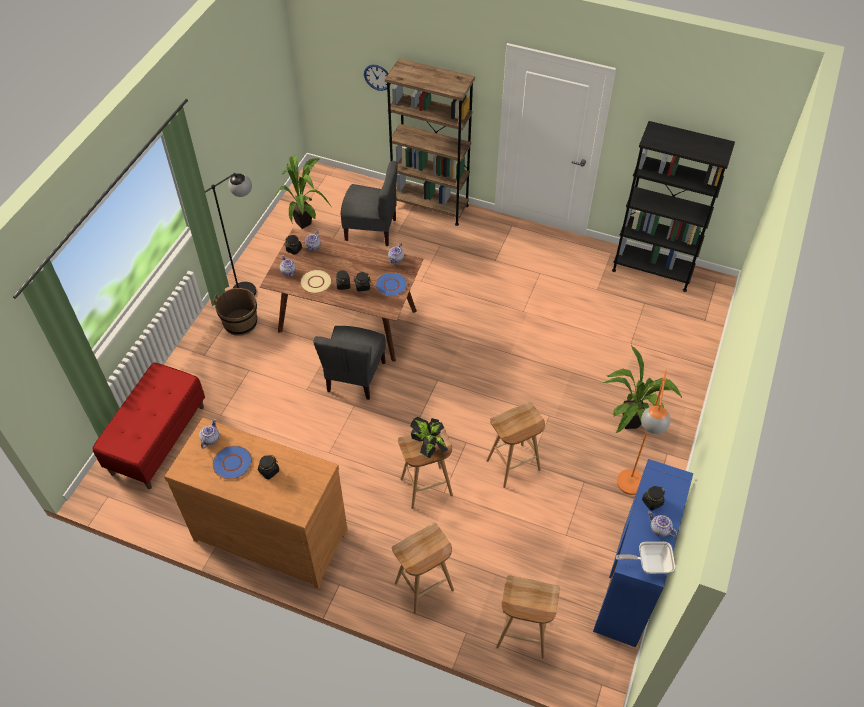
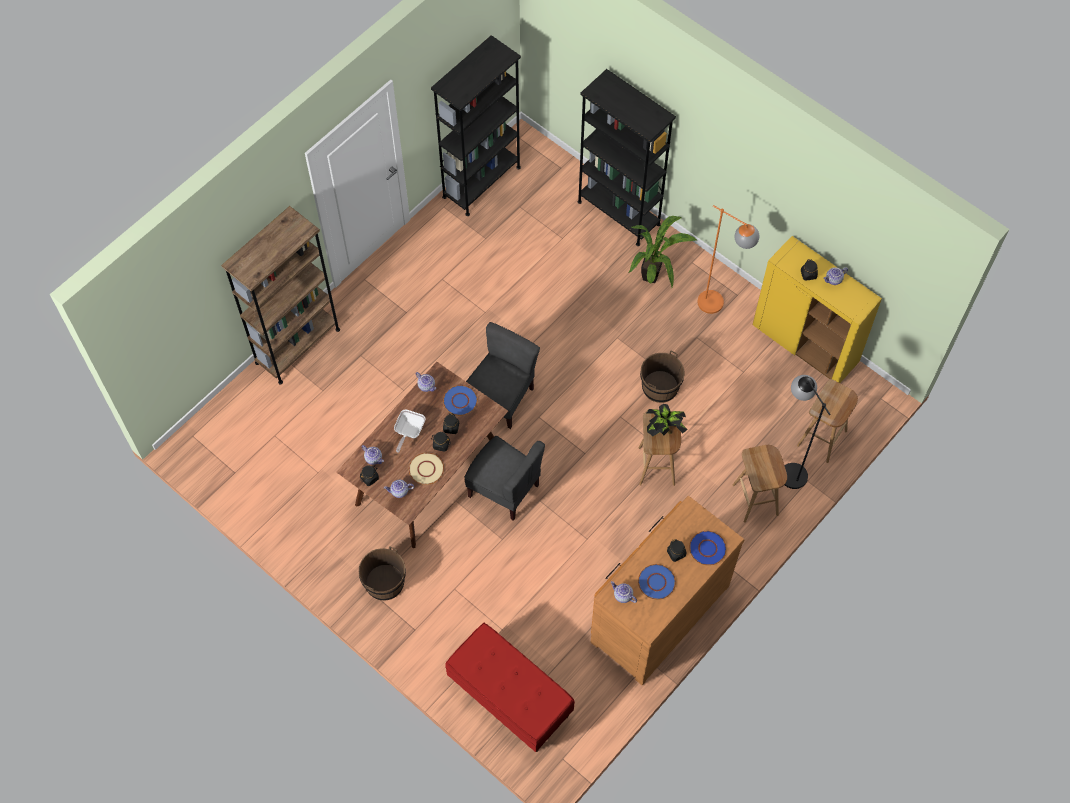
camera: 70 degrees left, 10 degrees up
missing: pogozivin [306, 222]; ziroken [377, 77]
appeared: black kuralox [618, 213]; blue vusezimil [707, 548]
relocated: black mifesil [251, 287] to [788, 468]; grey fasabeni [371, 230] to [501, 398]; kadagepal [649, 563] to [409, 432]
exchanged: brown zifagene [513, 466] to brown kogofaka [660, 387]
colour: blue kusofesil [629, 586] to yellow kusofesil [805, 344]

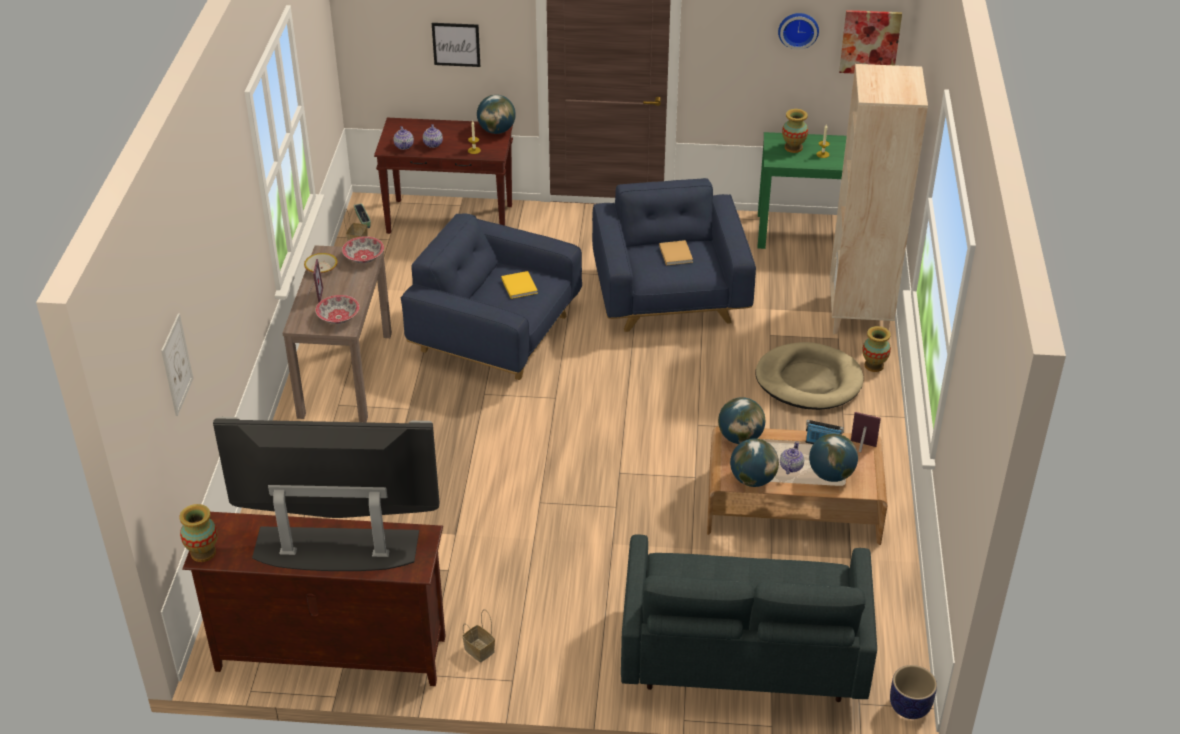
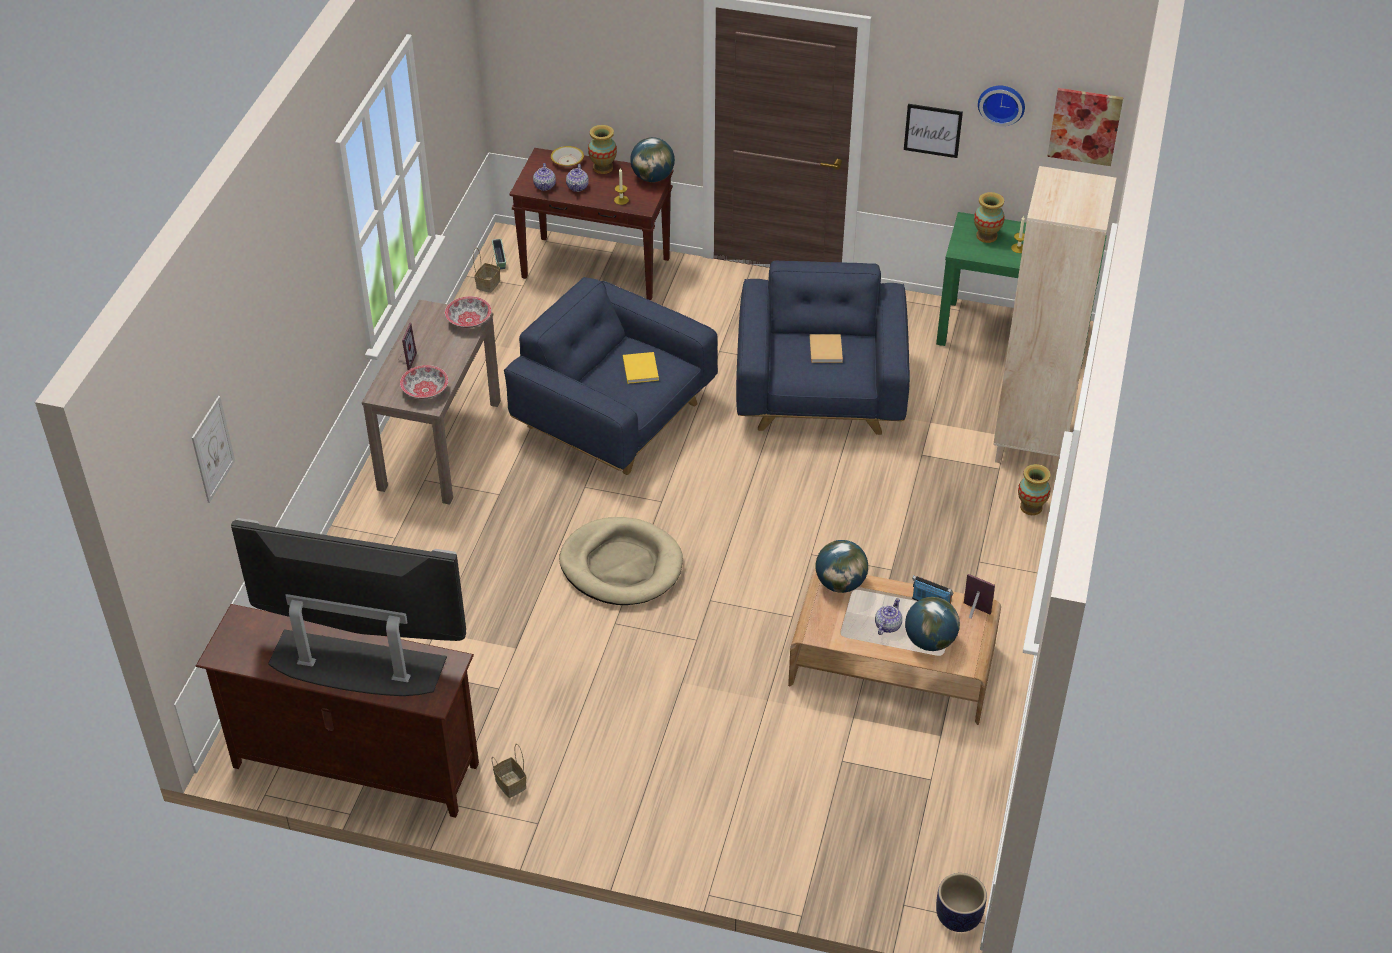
camera: 10 degrees right, 5 degrees up
missing: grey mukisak [742, 655]; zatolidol [752, 480]
relocated: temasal [203, 553] to [603, 168]; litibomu [321, 268] to [567, 161]; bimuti [456, 44] to [933, 130]; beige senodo [808, 380] to [621, 565]

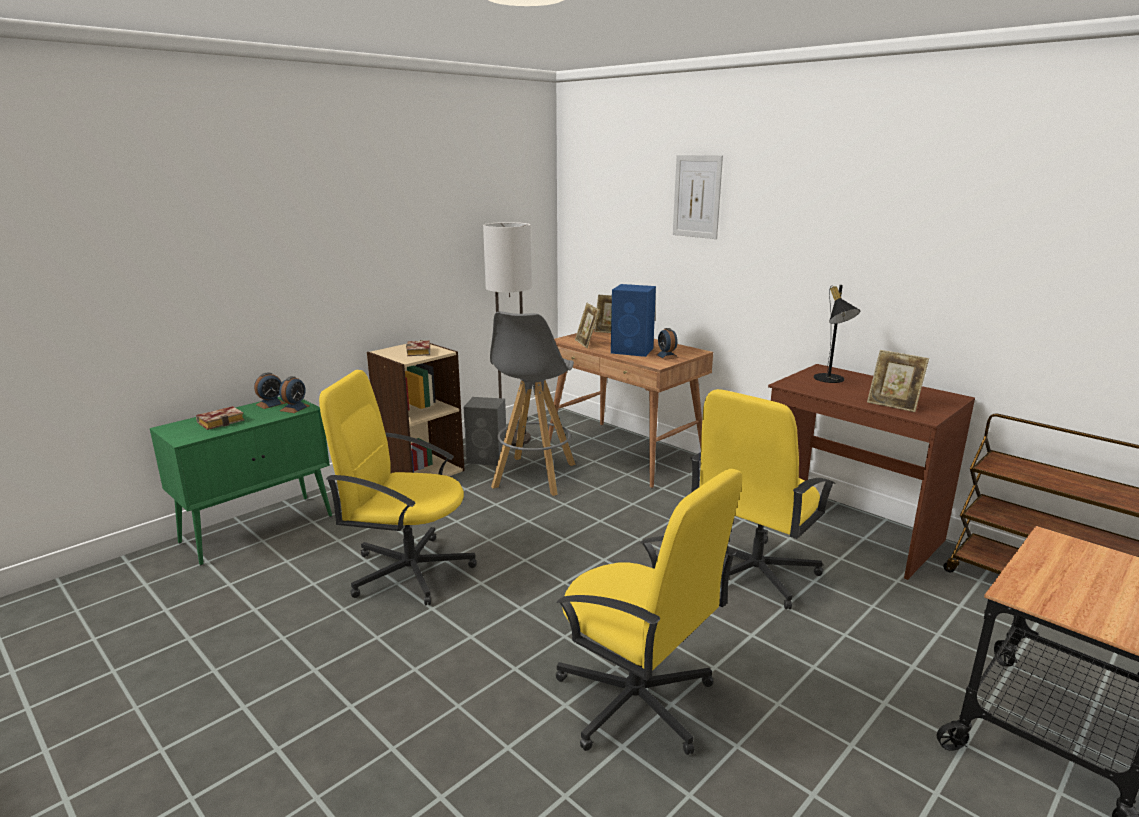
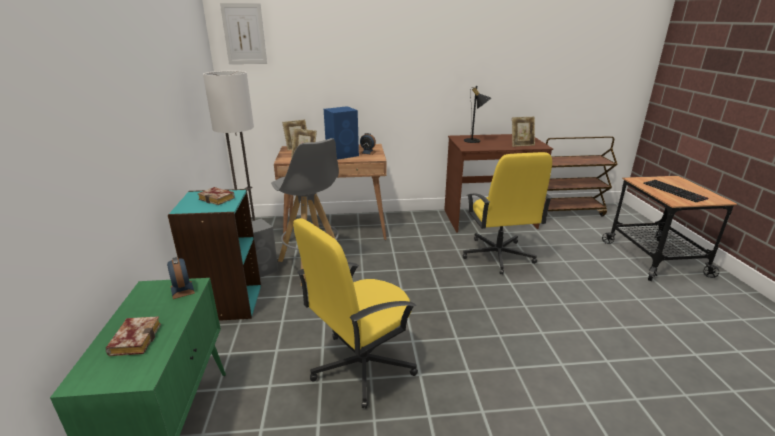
camera: 50 degrees left, 5 degrees up
missing: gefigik [270, 404]; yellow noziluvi [636, 702]
appeared: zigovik [675, 191]
relocated: bimuti [697, 196] to [244, 34]
colour: beige kuralox [421, 470] to turquoise kuralox [228, 302]

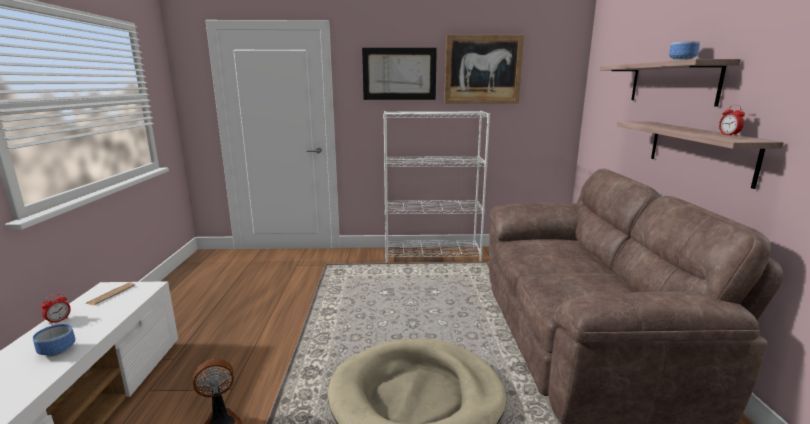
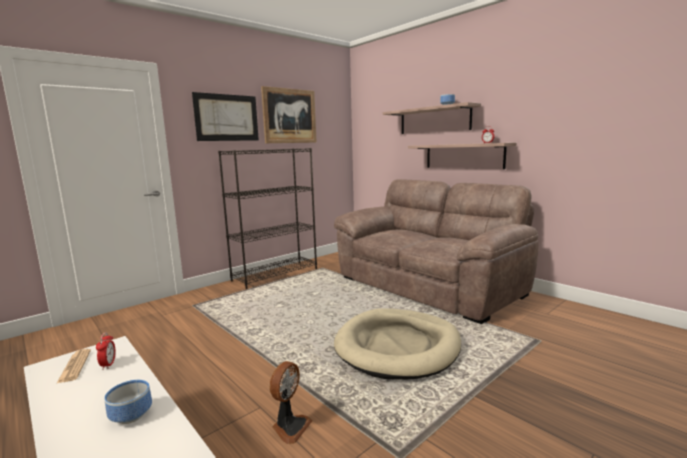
camera: 40 degrees left, 5 degrees down
relocated: gefigik [59, 320] to [108, 364]
colour: white kuralox [432, 254] to black kuralox [275, 274]

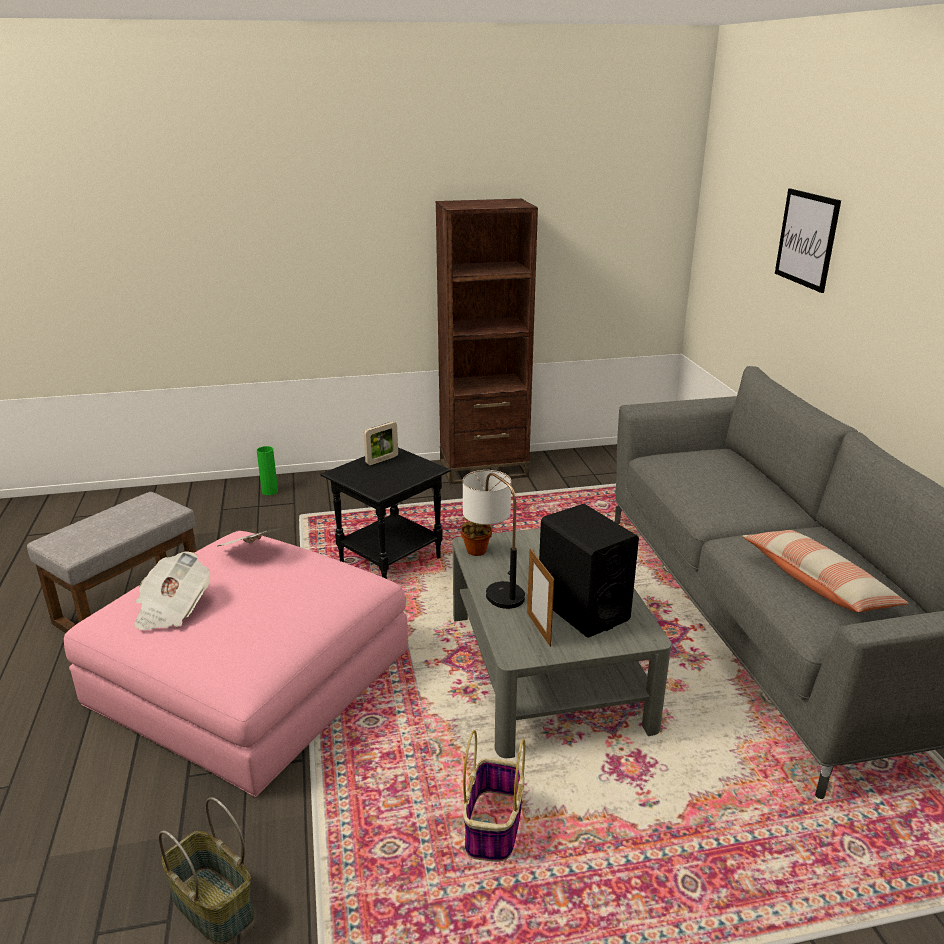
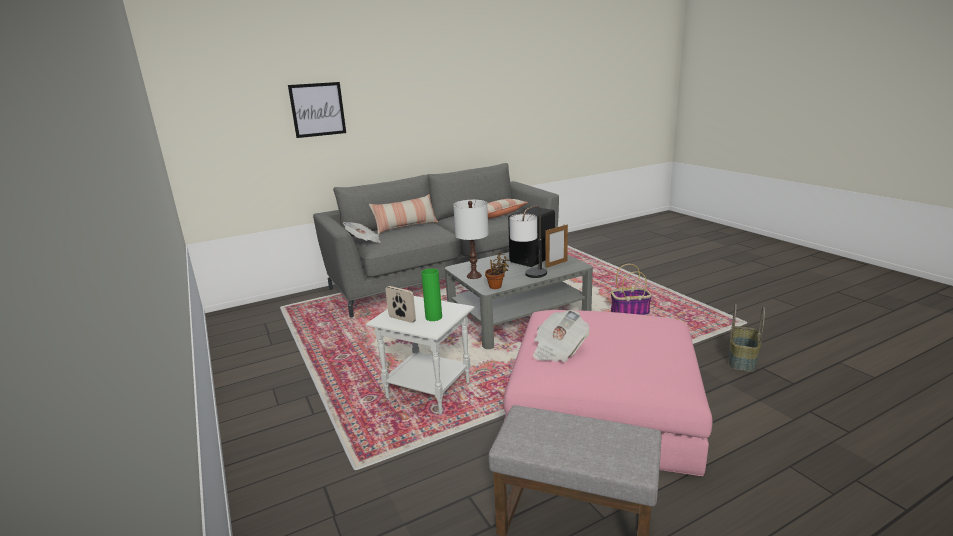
camera: 105 degrees left, 5 degrees down
missing: brown kuralox [483, 469]
appeared: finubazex [406, 226]; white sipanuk [474, 276]
relocated: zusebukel [172, 609] to [364, 241]; green temasal [269, 491] to [433, 317]
colour: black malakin [391, 560] to white malakin [427, 390]

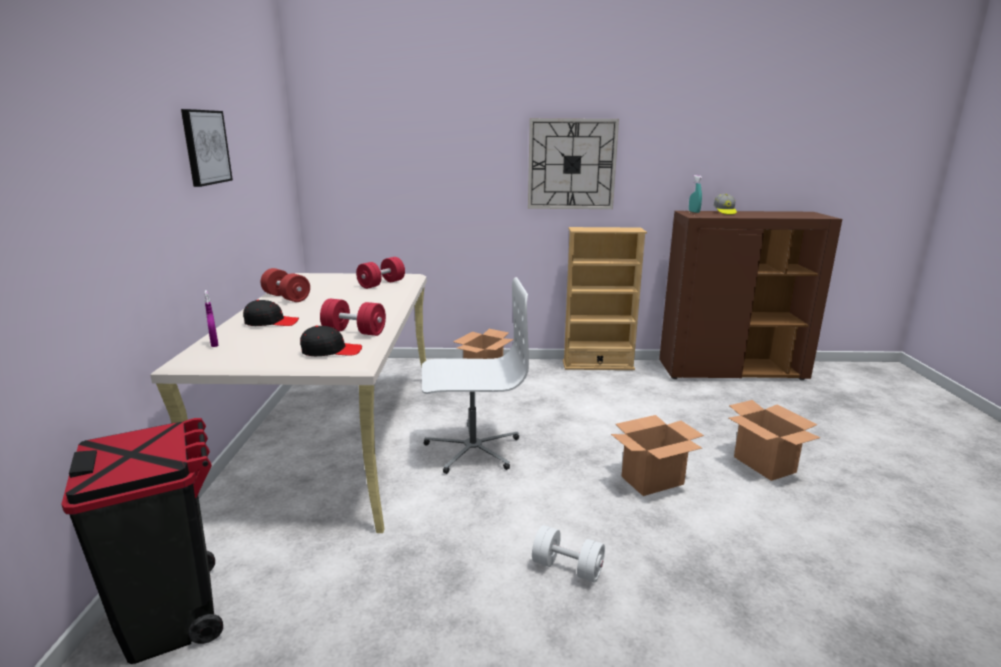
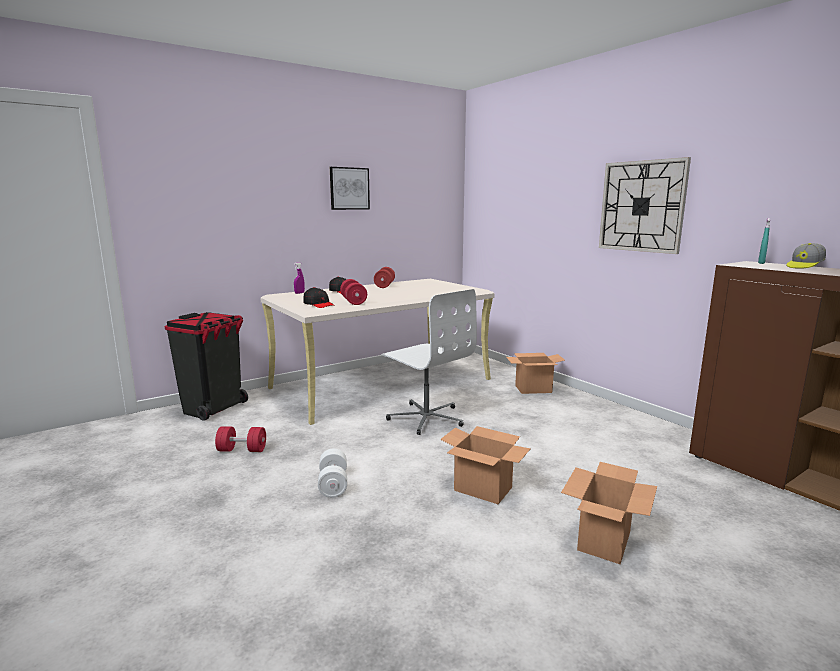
camera: 55 degrees right, 5 degrees down
missing: beige kuralox [598, 365]
relocated: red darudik [381, 284] to [242, 450]

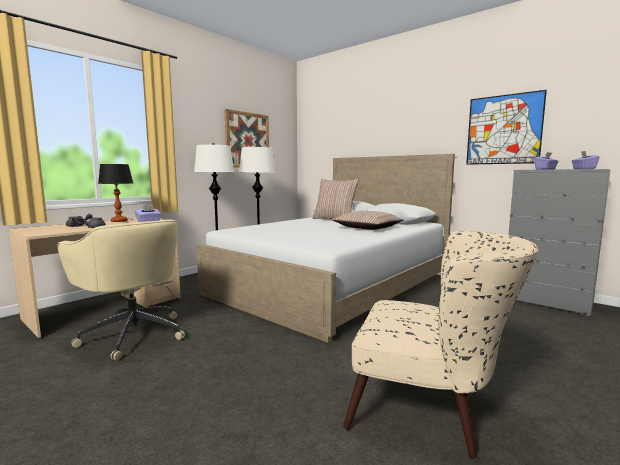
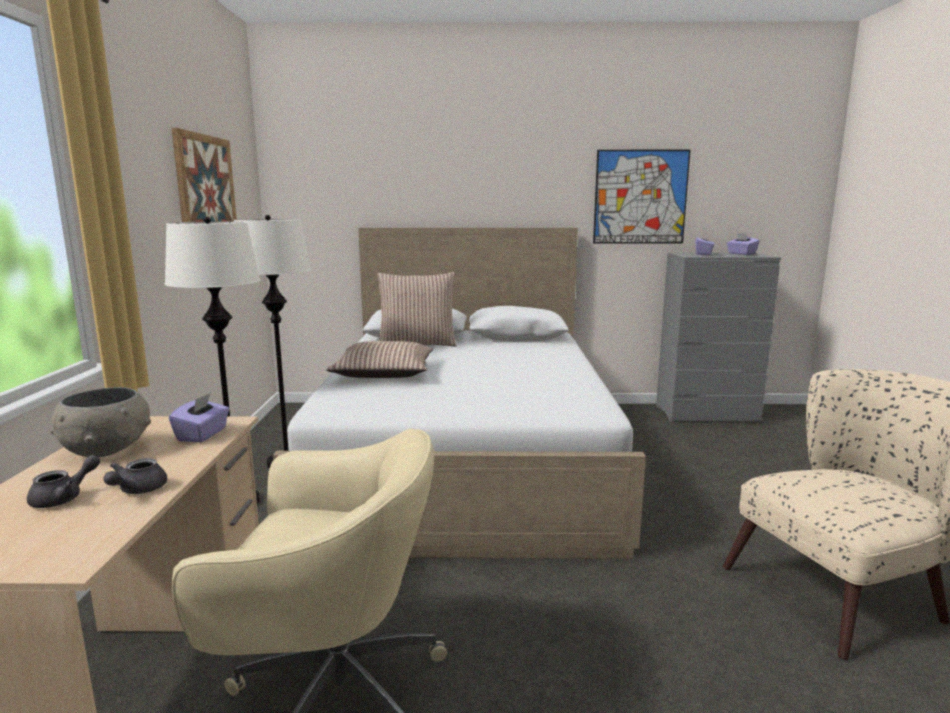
camera: 40 degrees left, 5 degrees up
relocated: finubazex [367, 228] to [384, 373]
exchanged: sipanuk [119, 221] to grey litibomu [107, 450]

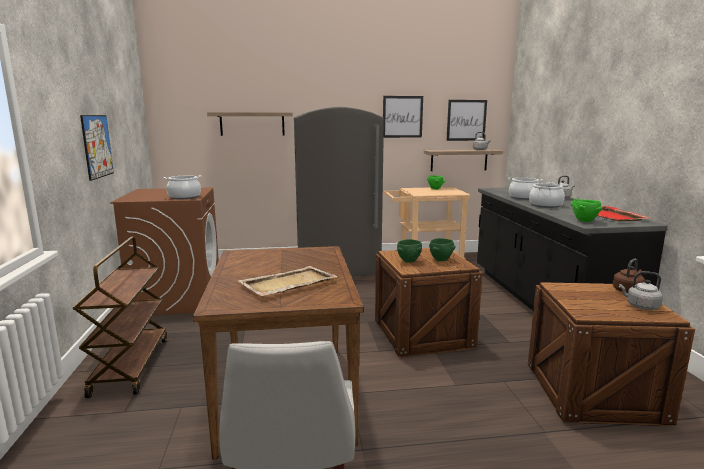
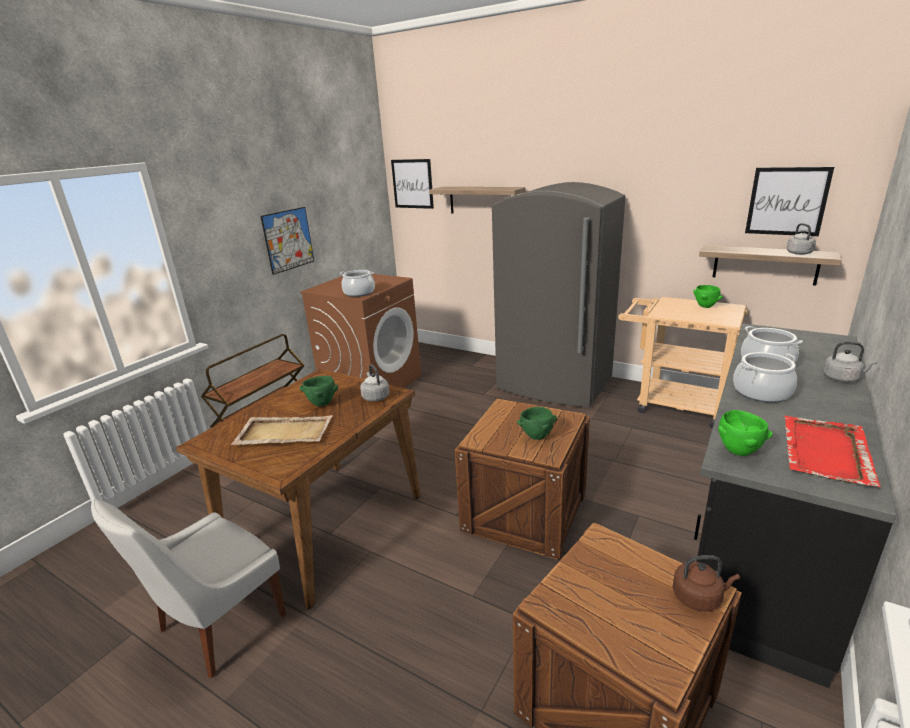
camera: 40 degrees right, 10 degrees up
relocated: bimuti [402, 116] to [412, 184]; green litibomu [409, 261] to [323, 404]; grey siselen [640, 306] to [375, 397]

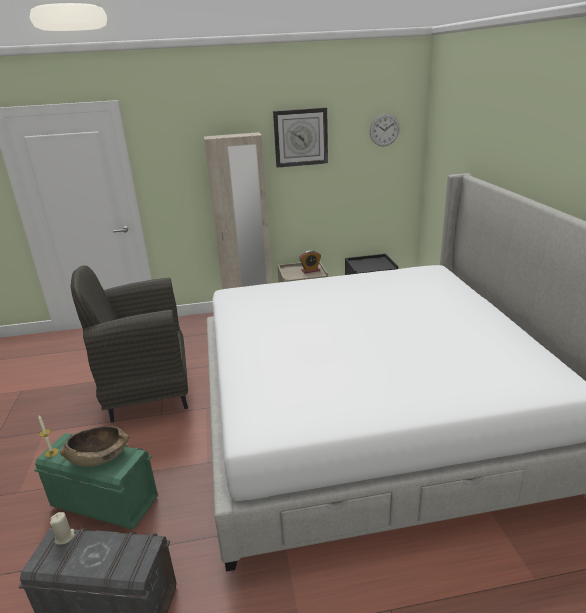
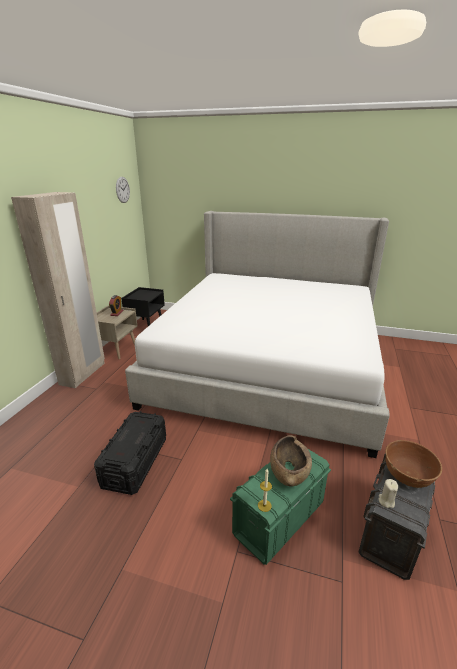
camera: 65 degrees left, 0 degrees up
missing: ziroken [301, 137]
appeared: brown litibomu [407, 475]
exchanged: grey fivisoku [148, 391] to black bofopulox [135, 462]

